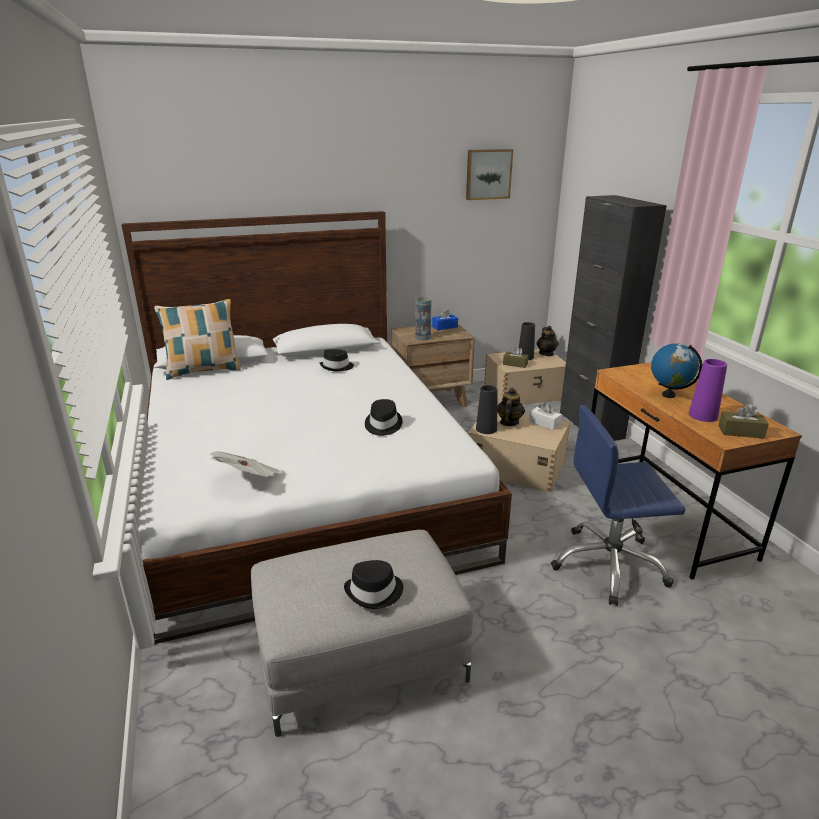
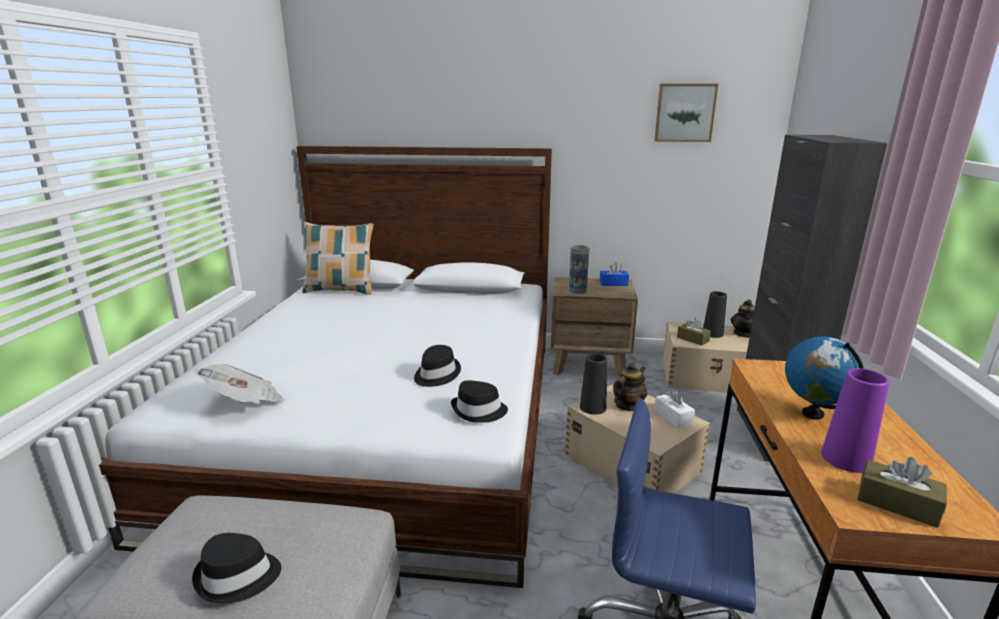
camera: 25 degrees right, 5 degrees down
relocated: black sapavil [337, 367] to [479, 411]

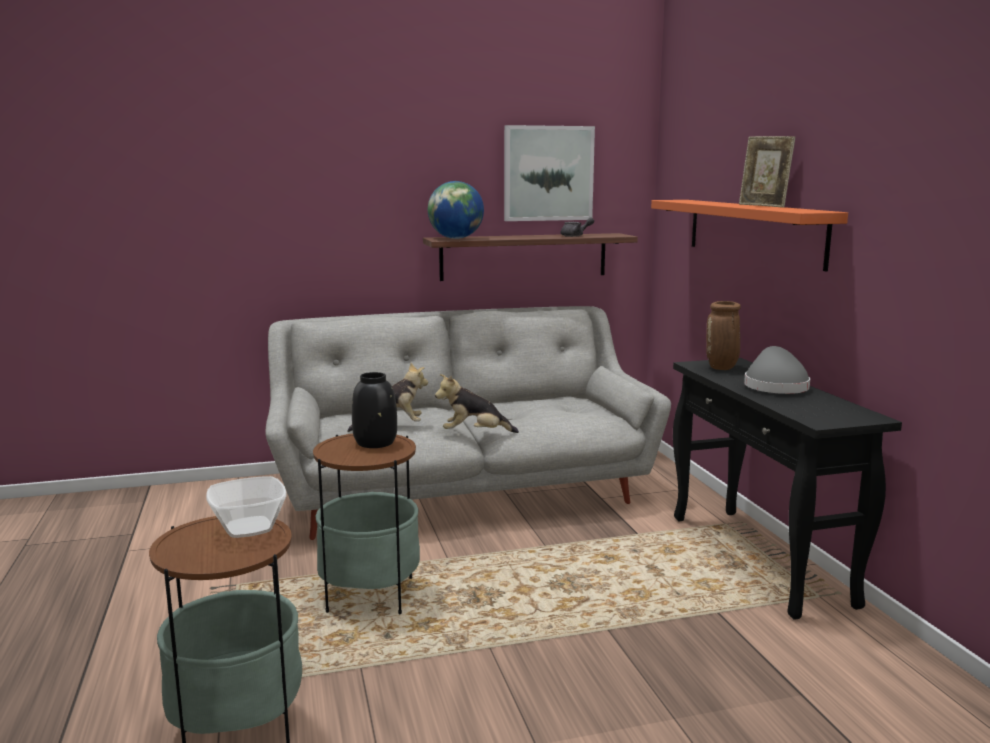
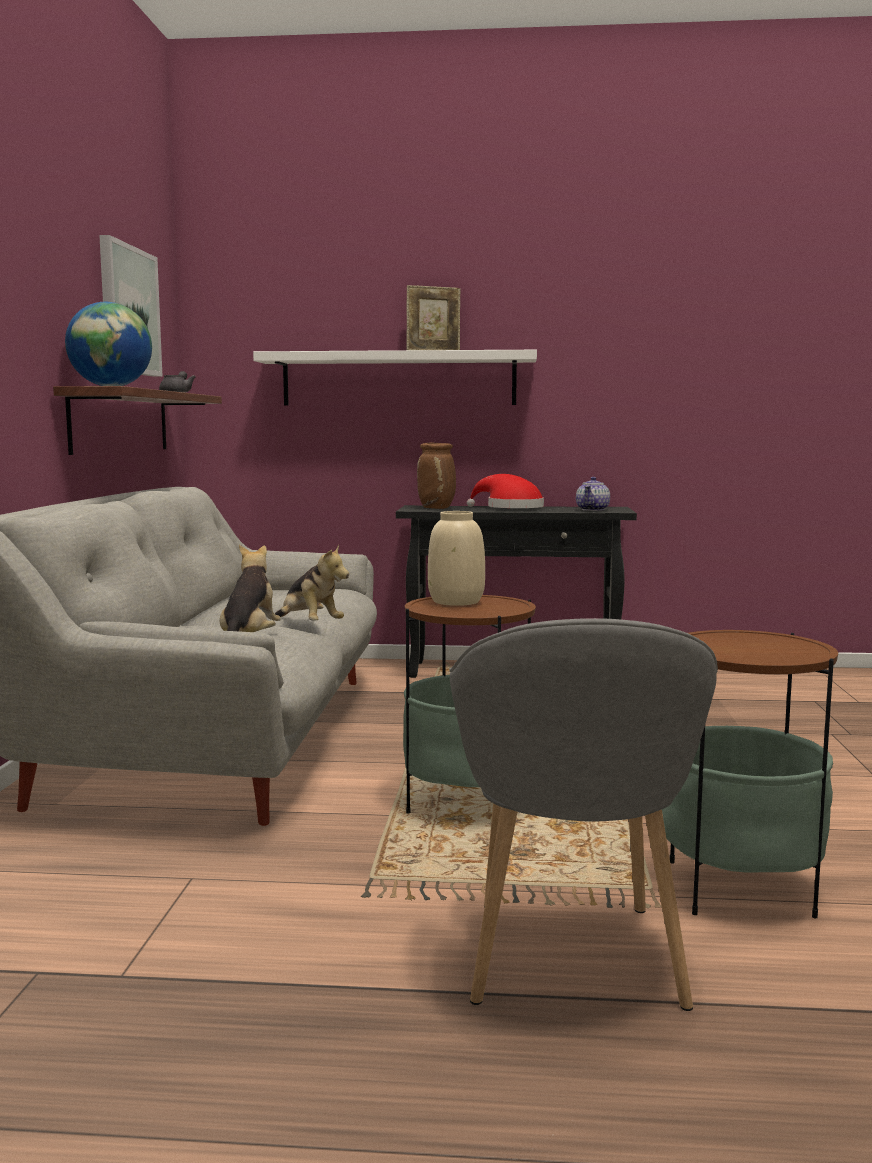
camera: 70 degrees left, 5 degrees down
missing: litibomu [248, 527]
appeared: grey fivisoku [572, 958]; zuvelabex [593, 510]
colour: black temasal [375, 443] to beige temasal [457, 602]; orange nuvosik [753, 231] to white nuvosik [399, 379]; grey sapavil [774, 386] to red sapavil [510, 508]
spun: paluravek [474, 433] = [309, 625] 60 degrees counterclockwise

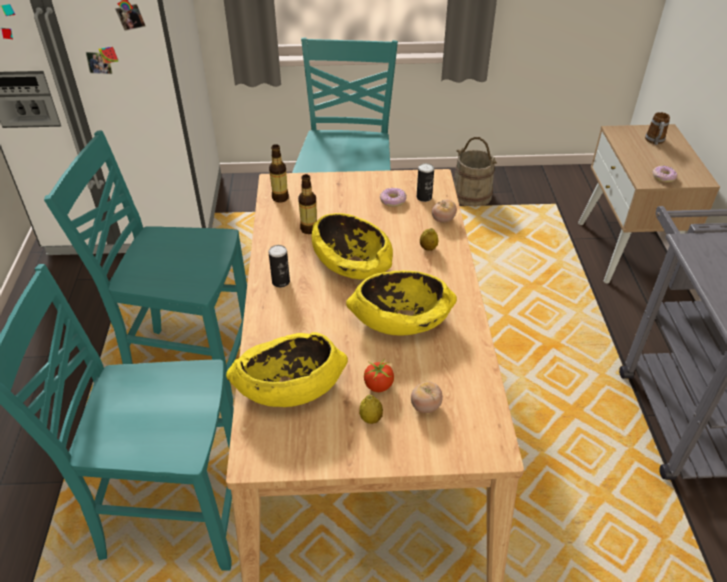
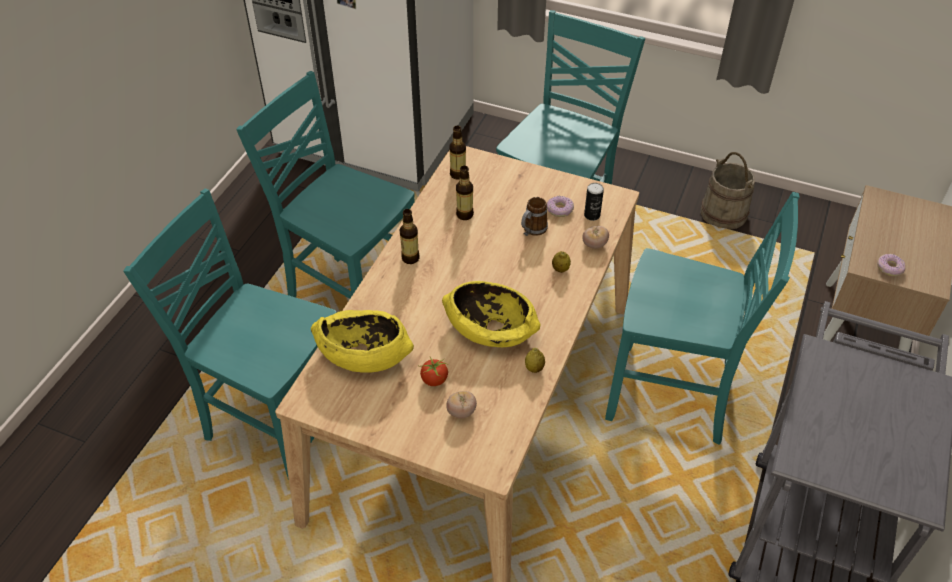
camera: 25 degrees right, 5 degrees up
missing: yellow litibomu [352, 263]
appeared: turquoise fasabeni [672, 397]
relocated: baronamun [371, 418] to [534, 368]; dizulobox [654, 141] to [532, 230]
exchanged: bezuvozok [281, 281] to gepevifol [410, 258]

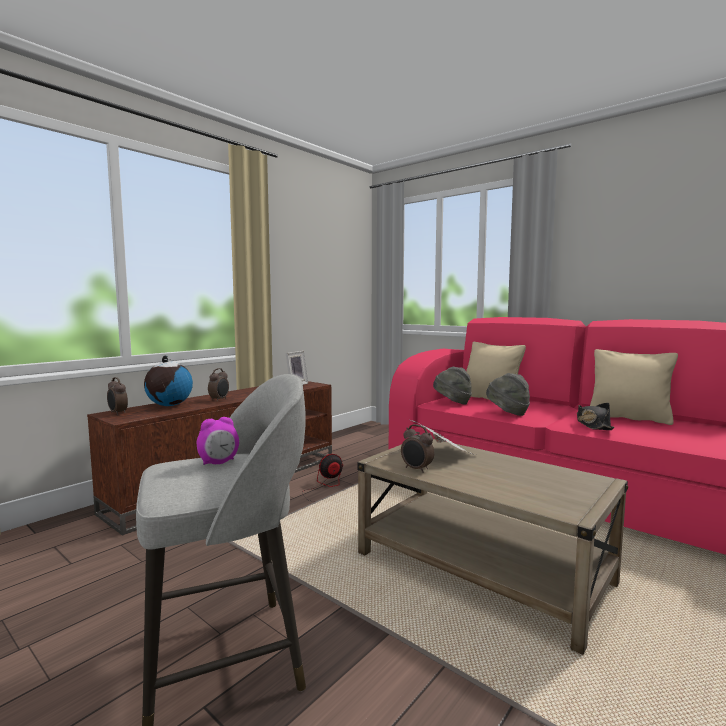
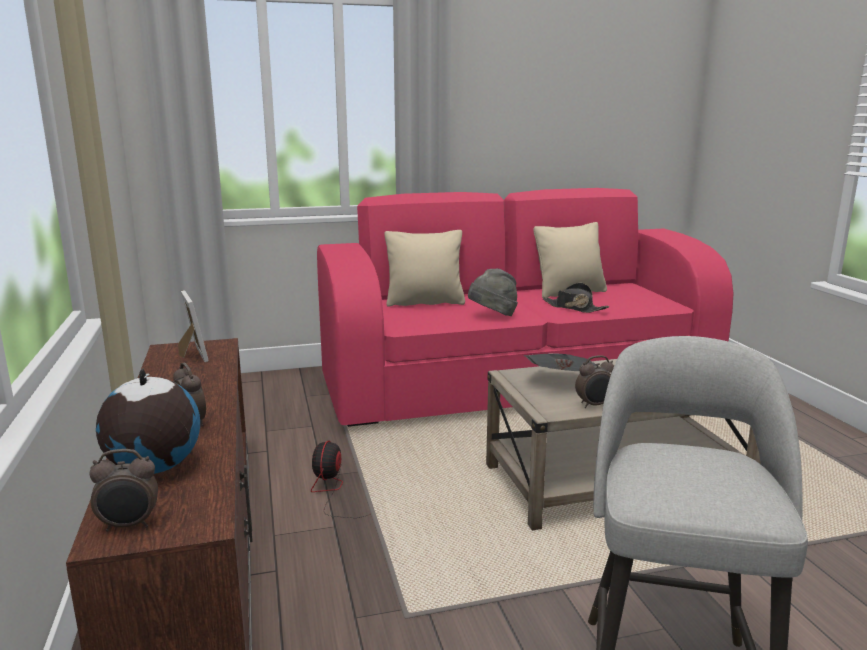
camera: 55 degrees left, 10 degrees up
missing: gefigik [219, 463]; grey sapavil [452, 403]

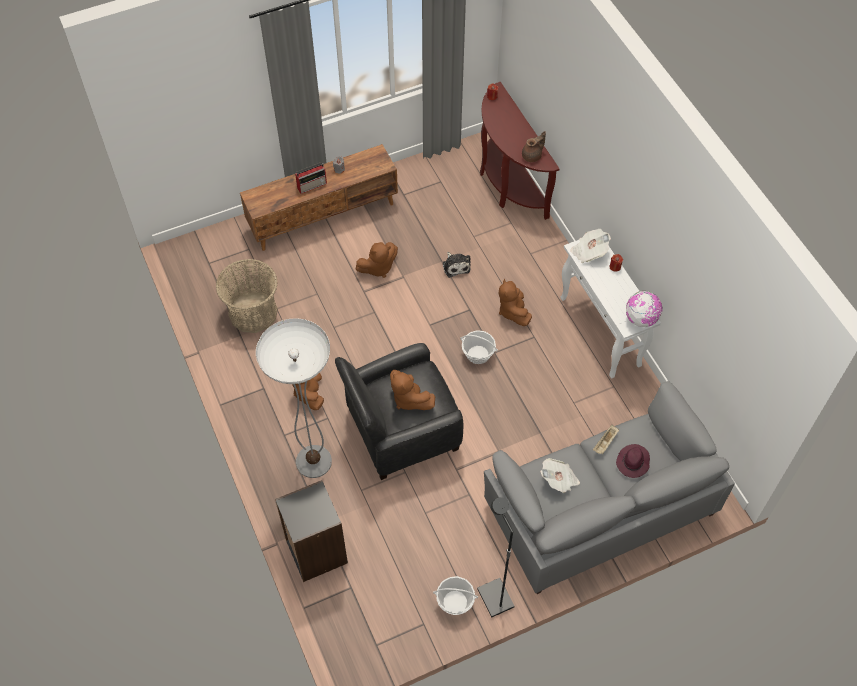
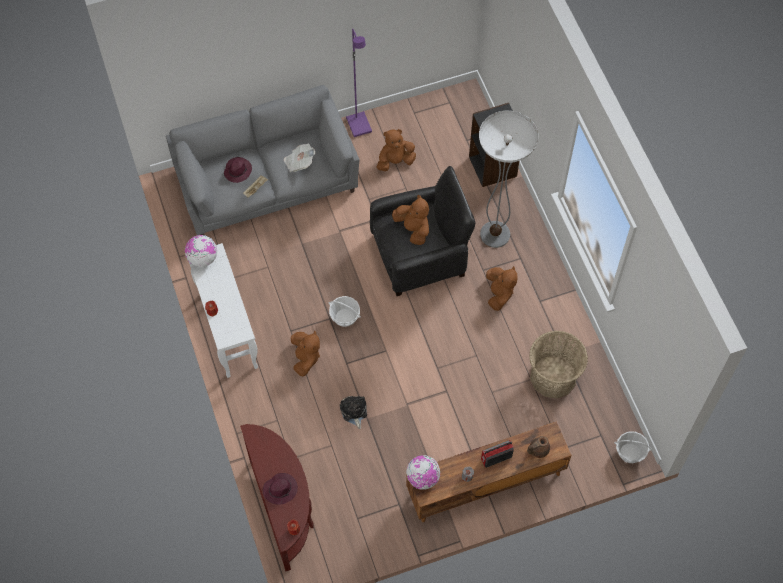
camera: 175 degrees left, 5 degrees up
missing: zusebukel [589, 251]
appeared: purple sapavil [281, 489]; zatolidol [423, 478]
relocated: brown paluravek [378, 268] to [395, 161]; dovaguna [455, 602] to [630, 453]; brown zuvelabex [532, 156] to [537, 450]
colour: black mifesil [494, 598] to purple mifesil [359, 125]

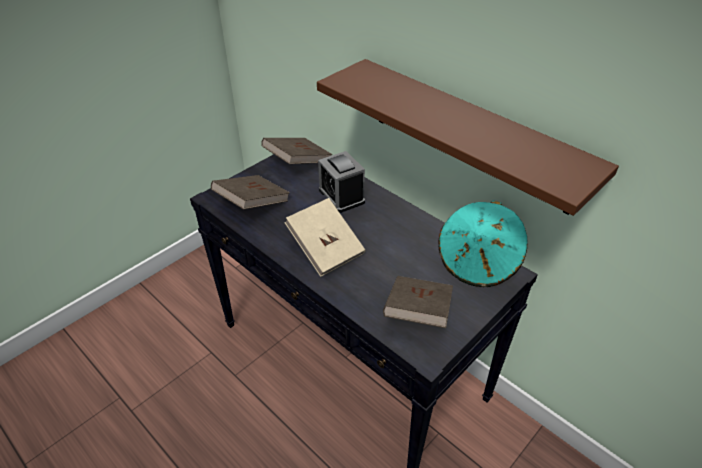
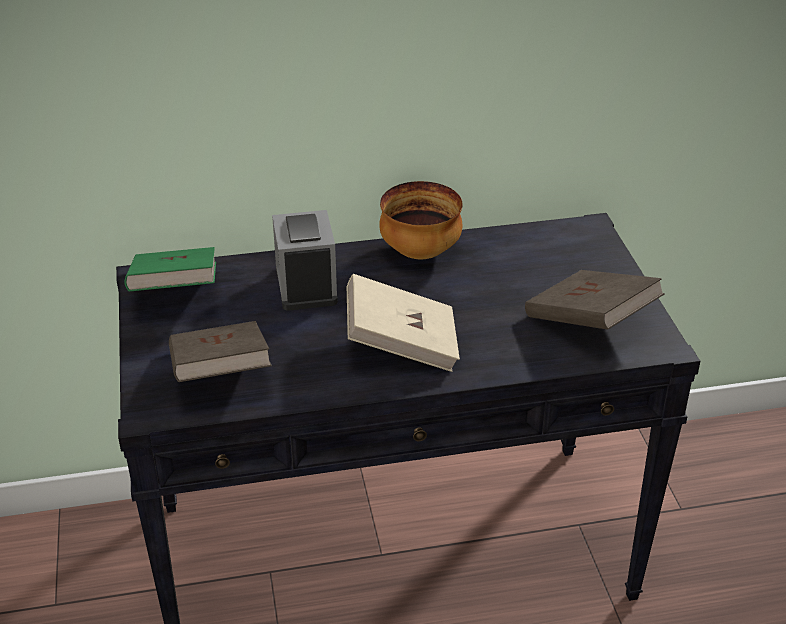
camera: 55 degrees left, 5 degrees down
missing: brown nuvosik [469, 134]; turquoise sapavil [478, 262]
appeared: litibomu [419, 252]
colour: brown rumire [298, 162] to green rumire [175, 291]
spun: gefigik [341, 196] = [306, 285] 75 degrees clockwise

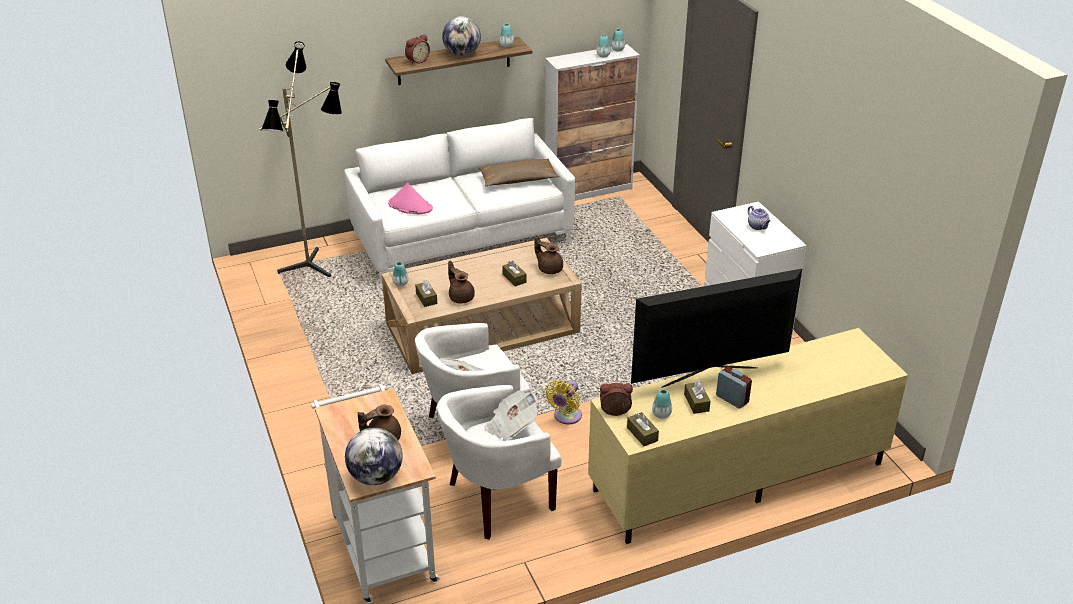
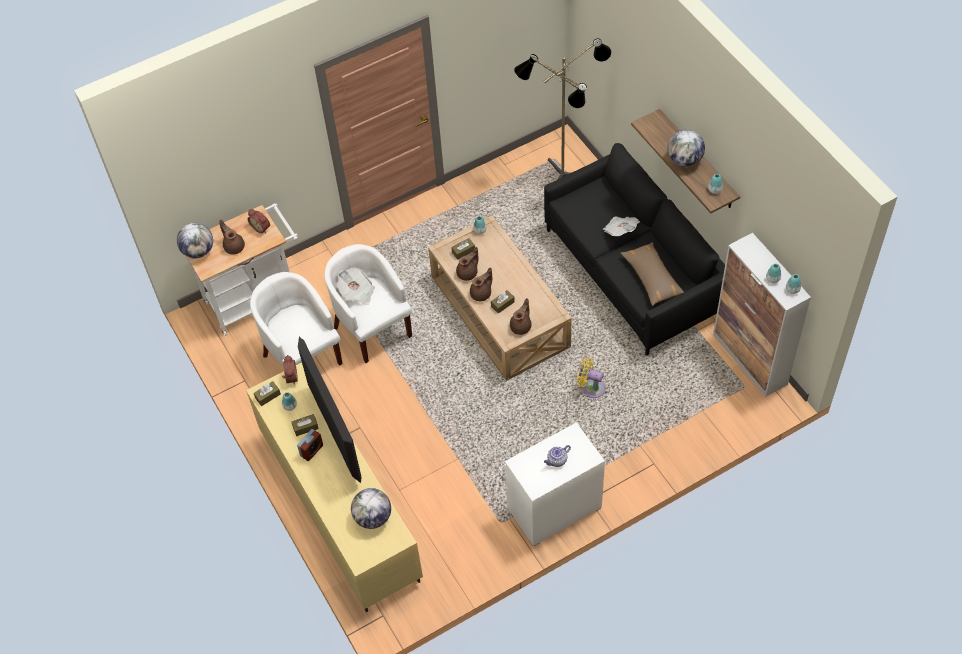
camera: 85 degrees right, 20 degrees up
missing: pink sapavil [410, 206]
appeared: zatolidol [373, 517]; brown zuvelabex [481, 293]
relocated: gefigik [417, 61] to [261, 227]; zusebukel [511, 426] to [620, 231]; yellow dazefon [566, 417] to [591, 388]
colour: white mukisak [462, 238] to black mukisak [633, 272]

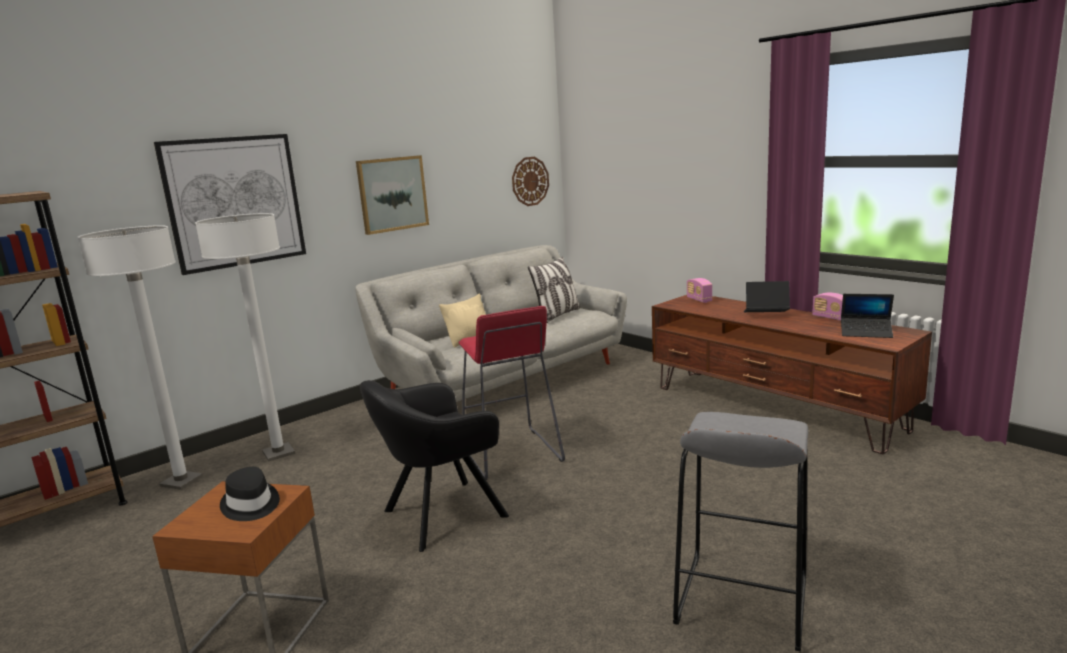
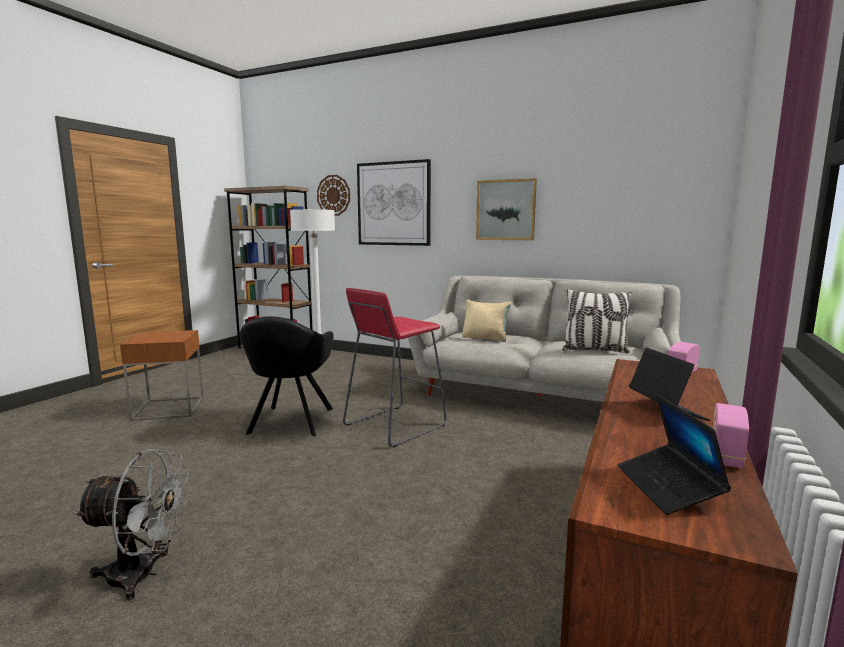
camera: 65 degrees right, 5 degrees down
missing: white mifesil [278, 453]; black sapavil [250, 505]
relocated: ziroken [530, 181] to [333, 195]
exchanged: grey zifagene [741, 600] to grey dazefon [143, 575]
spun: black fivisoku [440, 515] = [290, 422] 120 degrees counterclockwise

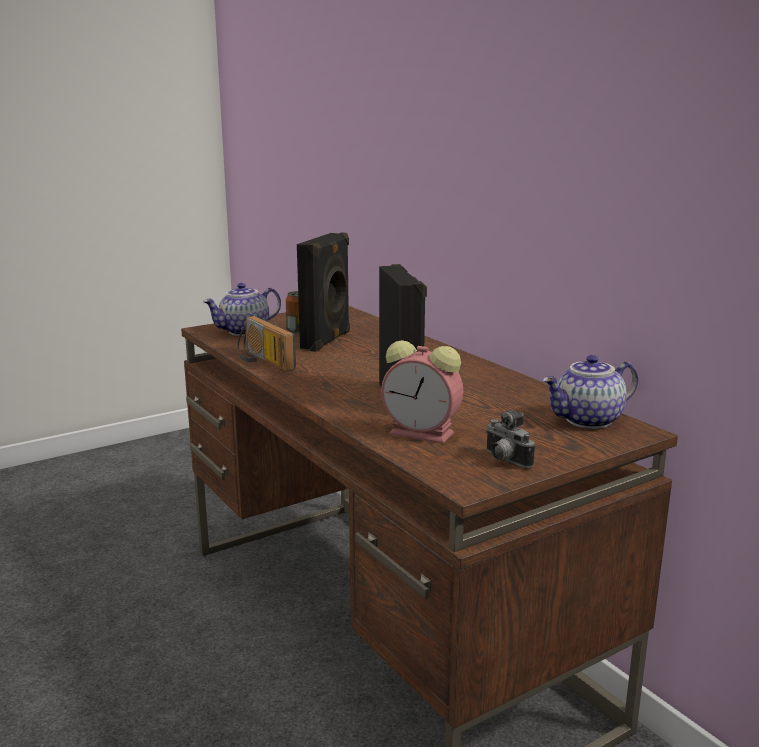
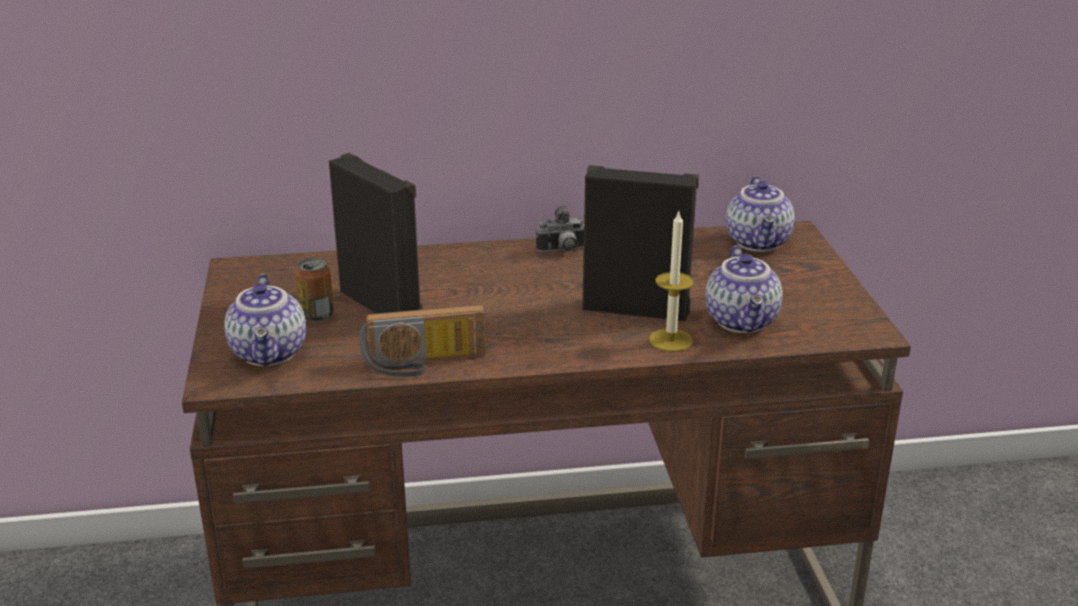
camera: 65 degrees left, 10 degrees up
appeared: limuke [671, 340]
relocated: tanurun [504, 460] to [563, 251]
exchanged: gefigik [424, 433] to zuvelabex [743, 321]

